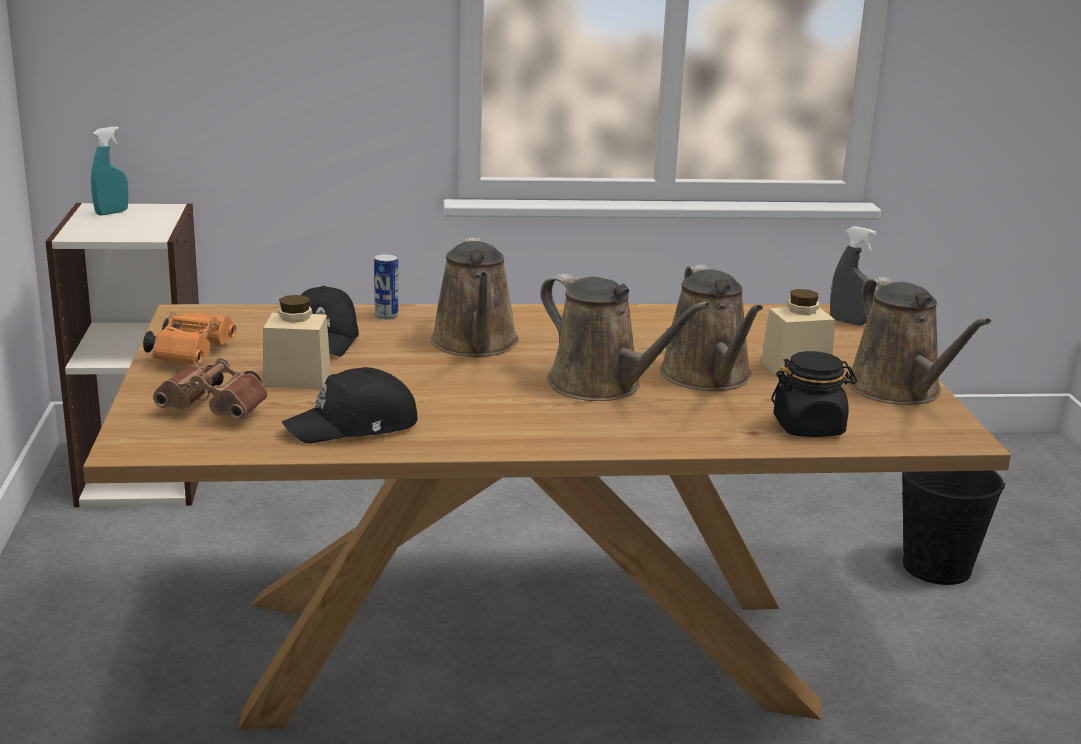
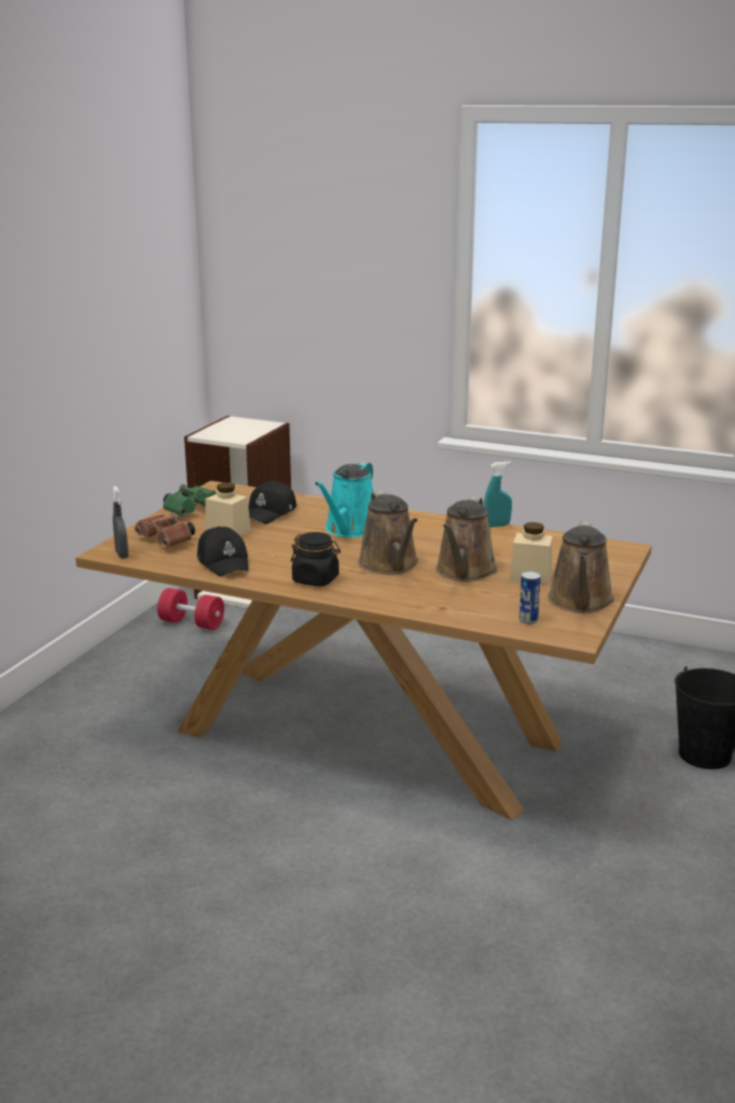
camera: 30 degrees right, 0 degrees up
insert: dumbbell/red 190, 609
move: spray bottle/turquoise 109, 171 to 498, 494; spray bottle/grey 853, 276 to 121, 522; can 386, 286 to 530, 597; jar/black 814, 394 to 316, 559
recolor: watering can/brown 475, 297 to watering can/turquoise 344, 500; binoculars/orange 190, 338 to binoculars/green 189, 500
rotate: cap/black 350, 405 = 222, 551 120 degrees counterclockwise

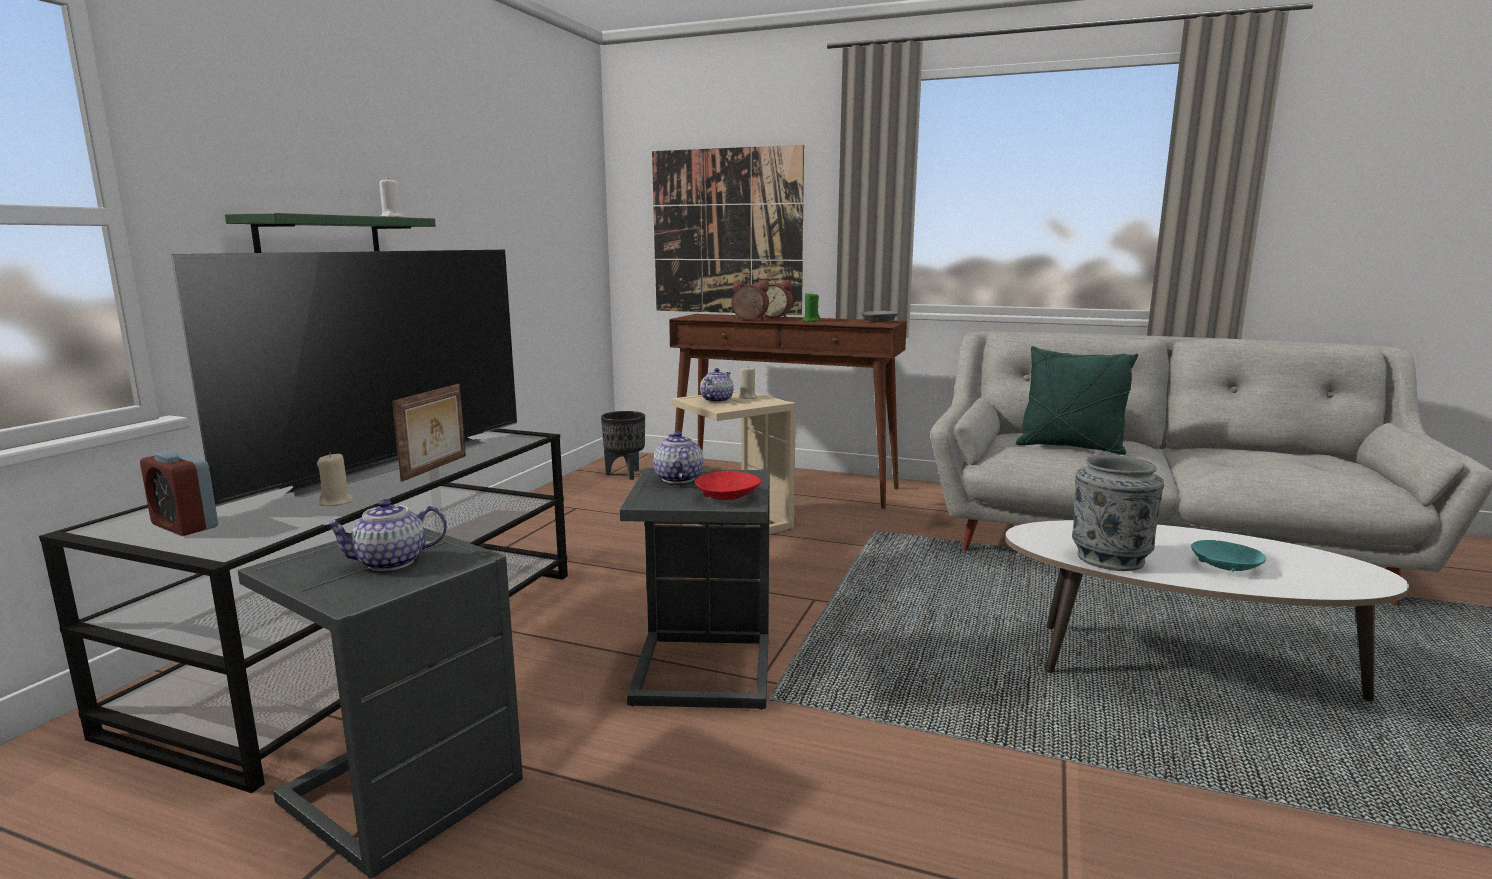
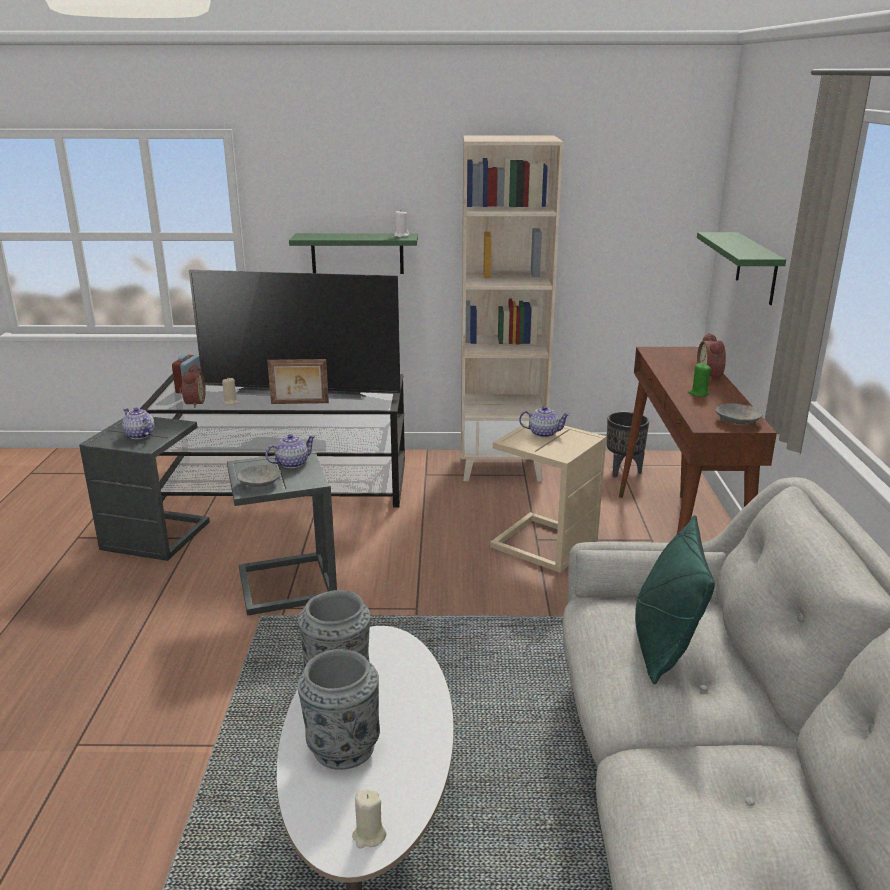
camera: 70 degrees right, 10 degrees up
insert: bookcase/beige 512, 308
move: alarm clock 750, 300 to 192, 386; candle/beige 748, 382 to 369, 819
replace: picture 728, 230 to shelf/green 741, 268; bowl/turquoise 1228, 556 to vase/grey 338, 709
recolor: bowl/red 728, 485 to bowl/grey 259, 476

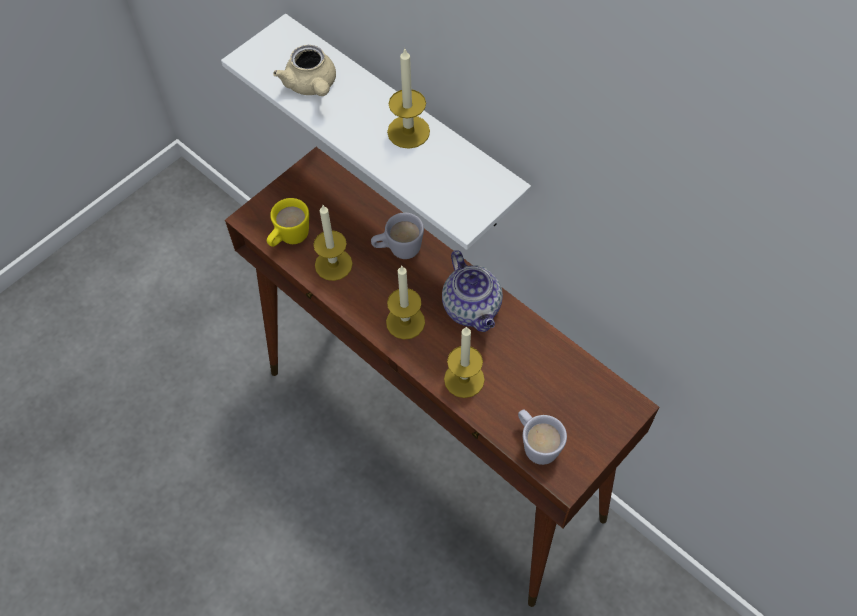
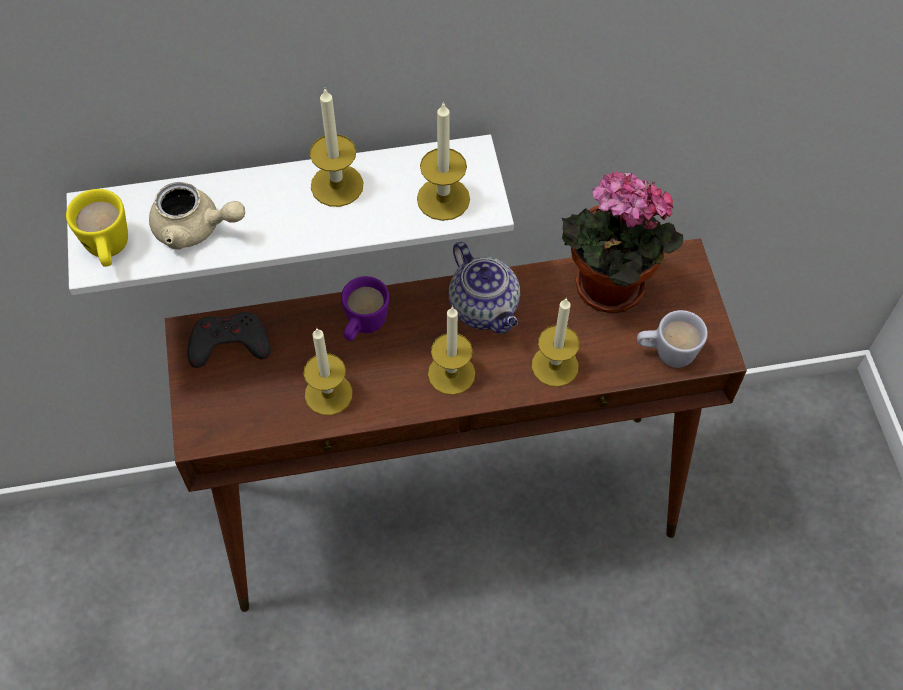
camera: 55 degrees left, 0 degrees up
insert: candle 443, 161; potted plant 622, 242; game controller/grey 229, 340
move: mug/yellow 288, 222 to 97, 228
recolor: mug/white 397, 235 to mug/purple 365, 308
rotate: teapot 472, 291 = 484, 288 45 degrees clockwise

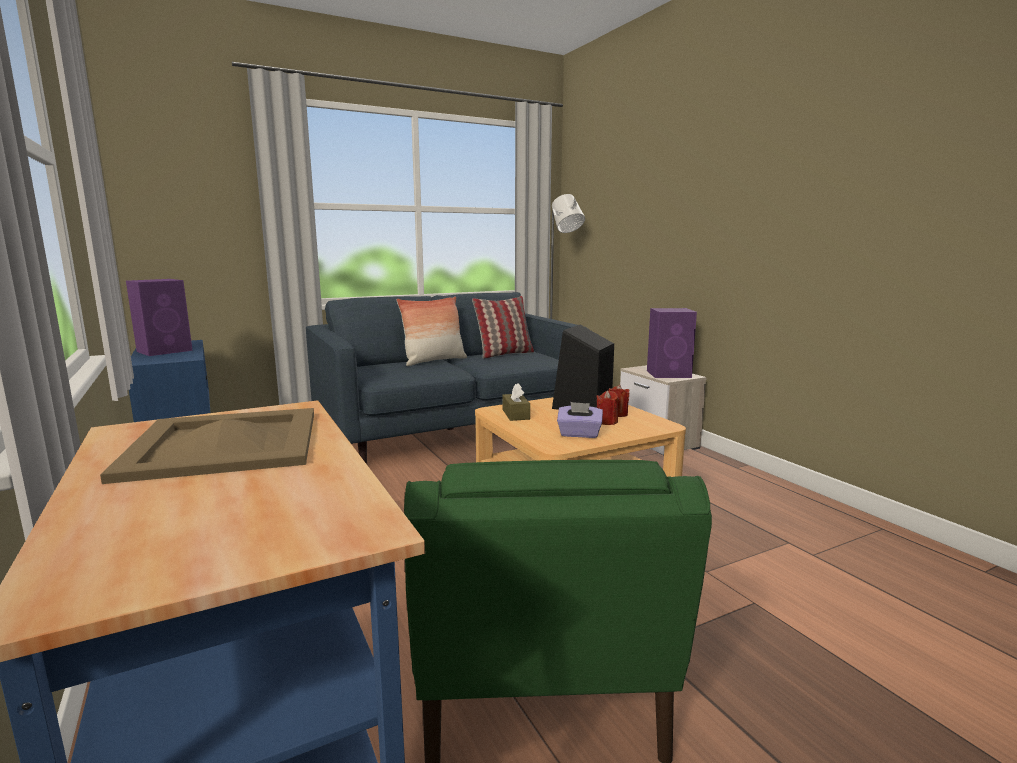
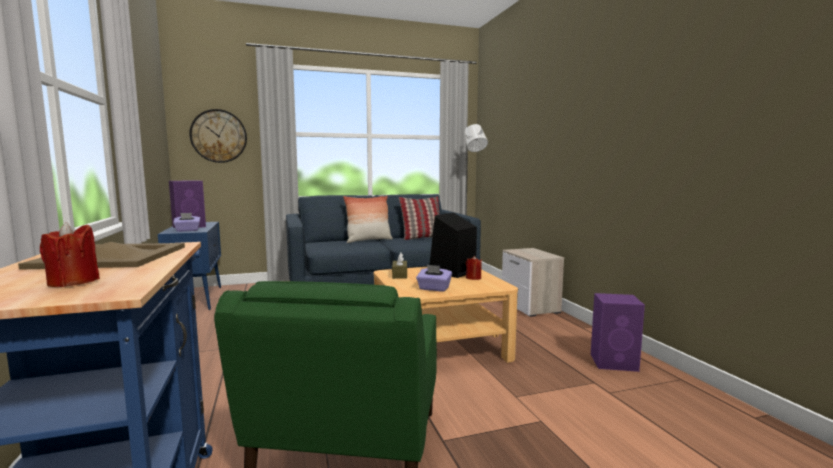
camera: 10 degrees right, 5 degrees down
insert: wall clock 218, 136; tissue box/purple 186, 222
move: speaker/purple 672, 343 to 618, 332; candle/red 607, 408 to 70, 254

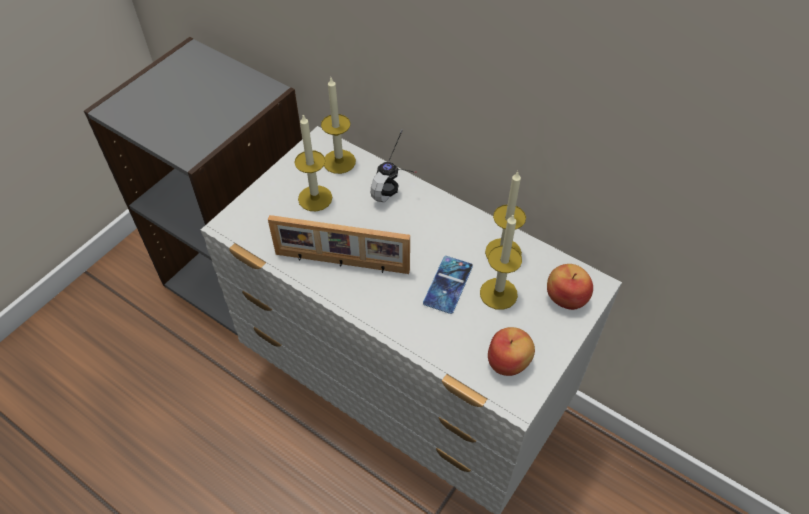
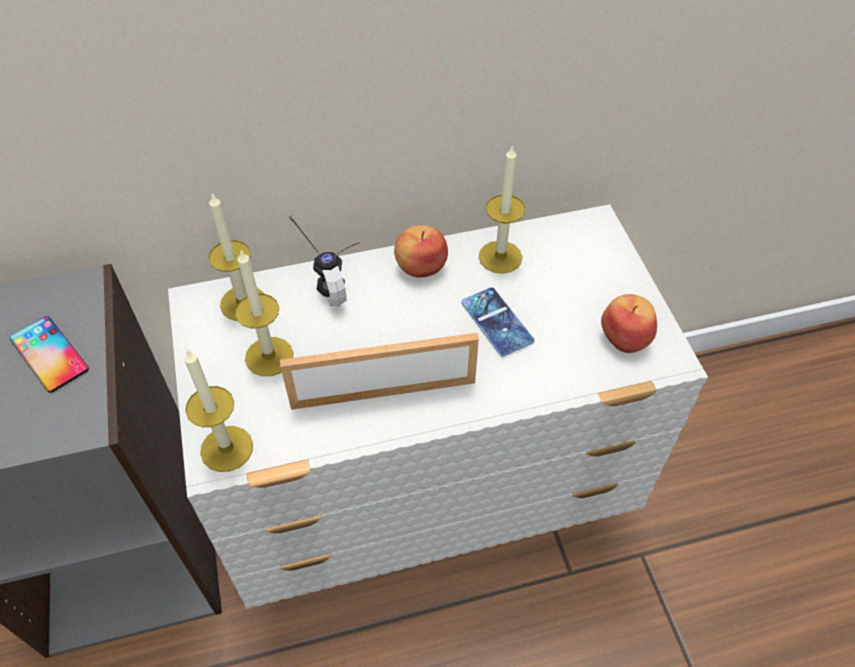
camera: 50 degrees left, 0 degrees up
insert: phone 49, 354
move: candle 501, 262 to 218, 410; apple 570, 287 to 421, 251
rotate: picture frame 339, 244 = 379, 371 150 degrees counterclockwise

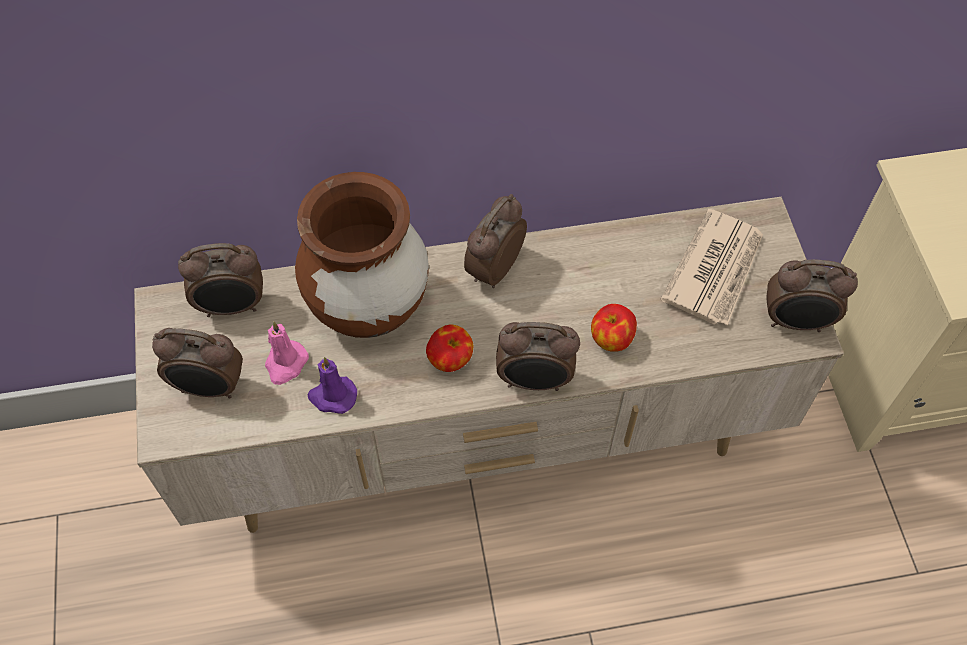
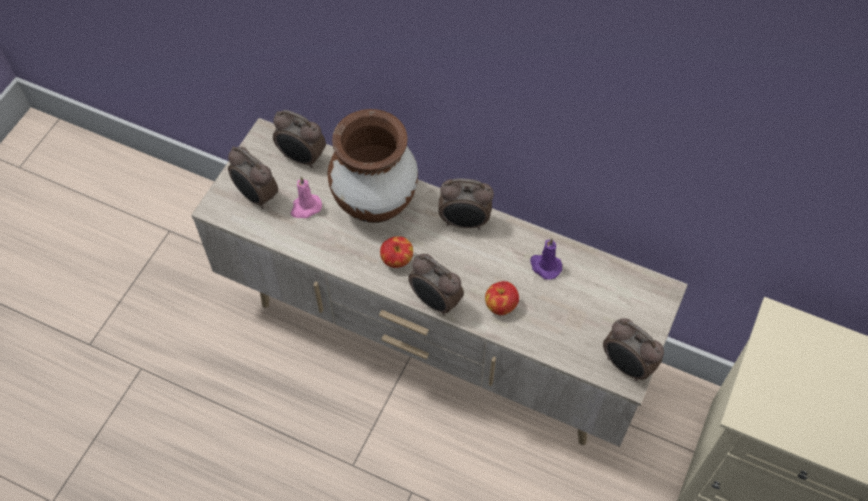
camera: 35 degrees right, 0 degrees up
delete: newspaper 711, 267
move: candle/purple 332, 385 to 546, 259
rotate: alarm clock 495, 241 = 466, 203 150 degrees counterclockwise

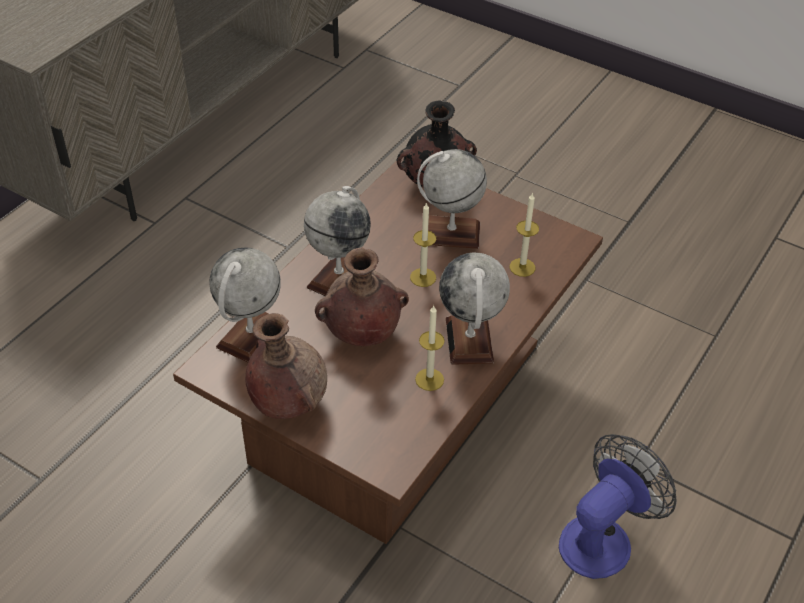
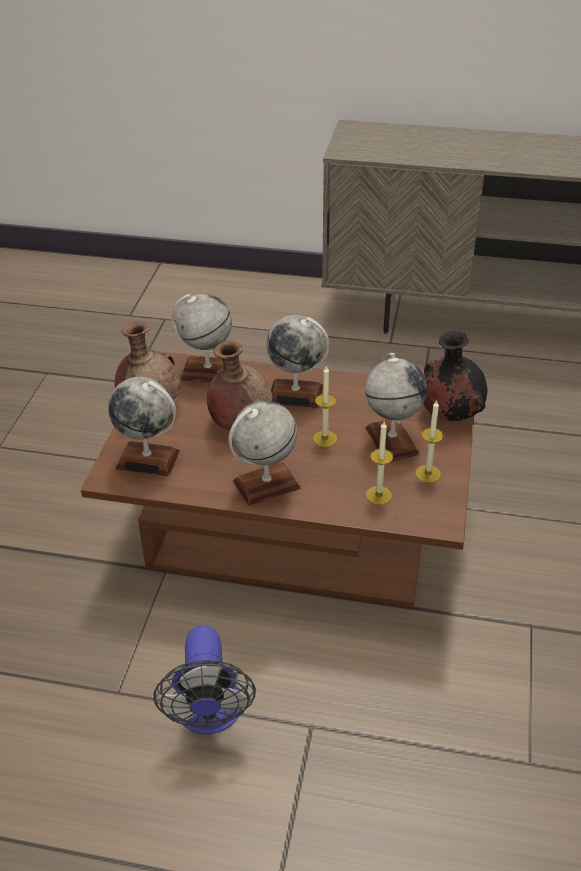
camera: 70 degrees right, 5 degrees down
insert: globe 144, 426
move: candle 430, 348 to 429, 441
rotate: fan 618, 506 = 205, 680 60 degrees clockwise

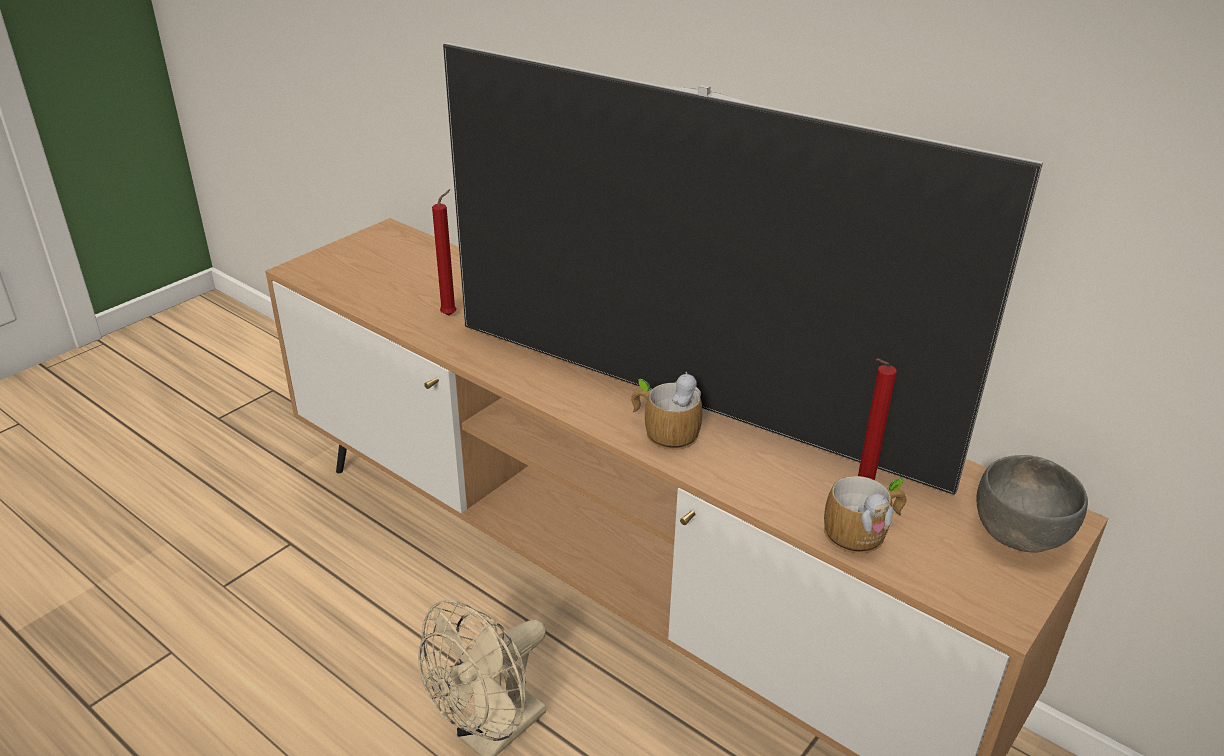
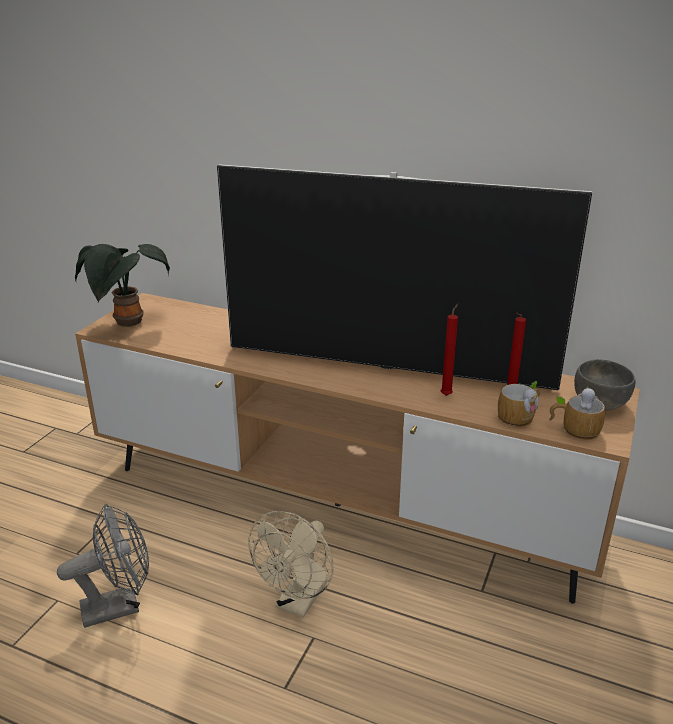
camera: 15 degrees left, 5 degrees down
insert: potted plant 122, 285; fan/grey 103, 566
move: candle/red 444, 252 to 449, 349; mug 666, 411 to 577, 413

